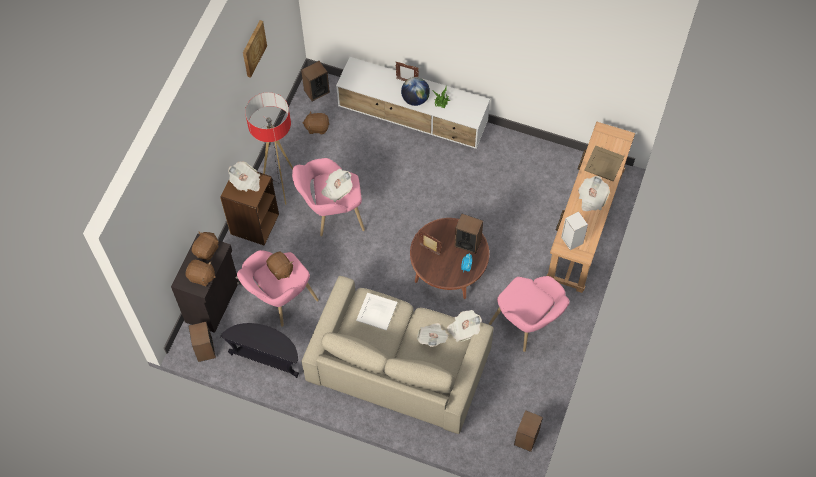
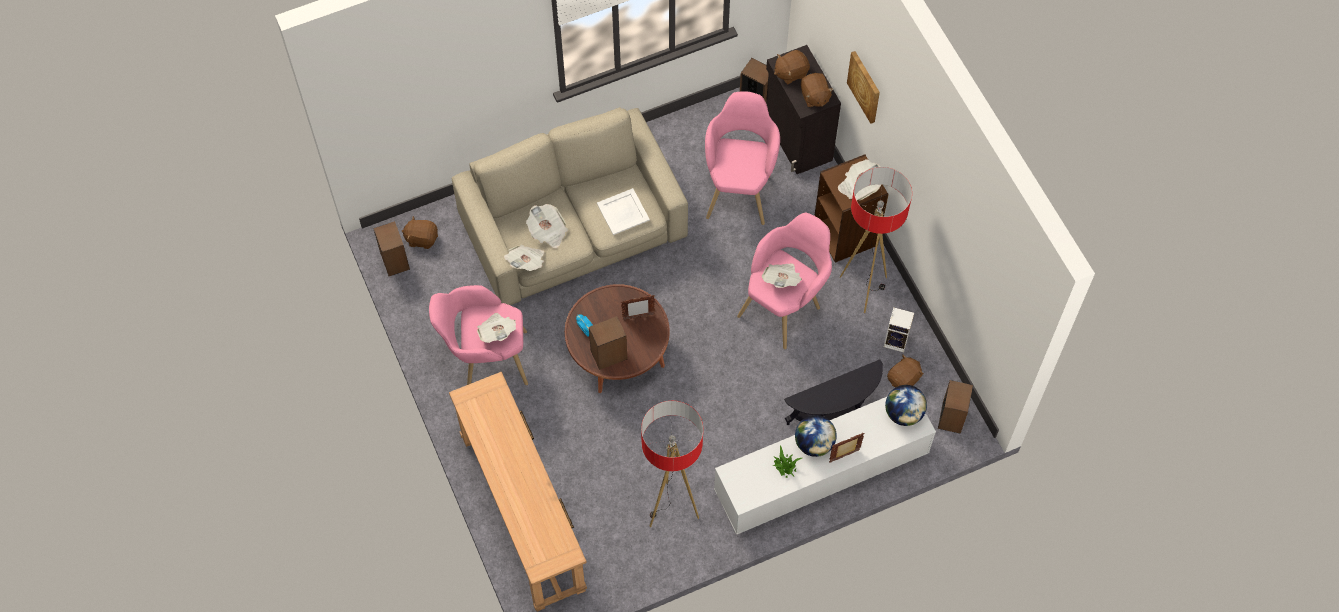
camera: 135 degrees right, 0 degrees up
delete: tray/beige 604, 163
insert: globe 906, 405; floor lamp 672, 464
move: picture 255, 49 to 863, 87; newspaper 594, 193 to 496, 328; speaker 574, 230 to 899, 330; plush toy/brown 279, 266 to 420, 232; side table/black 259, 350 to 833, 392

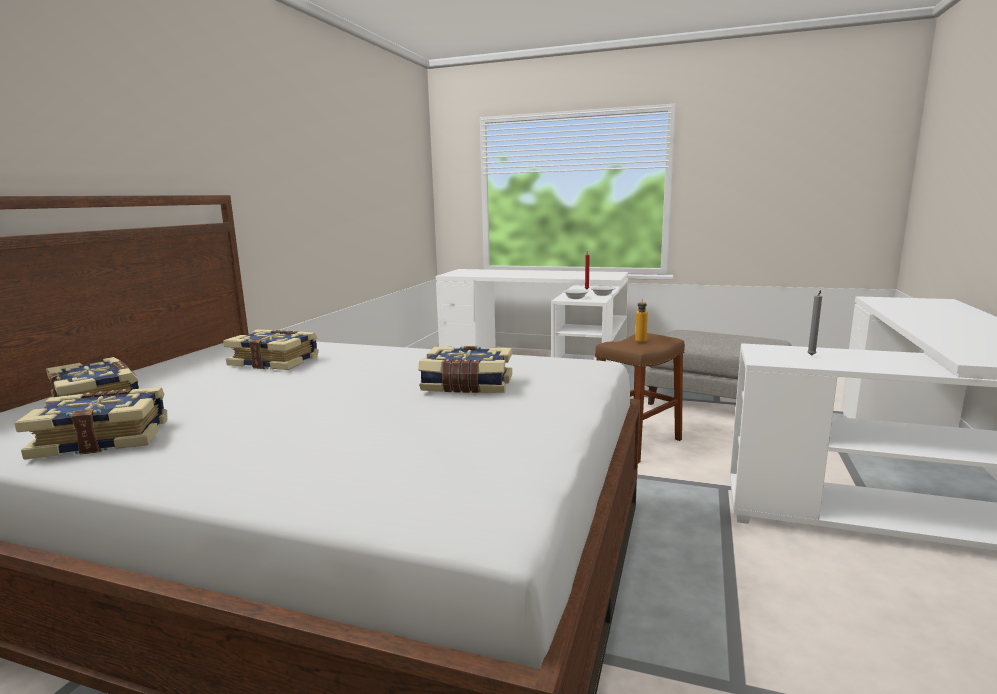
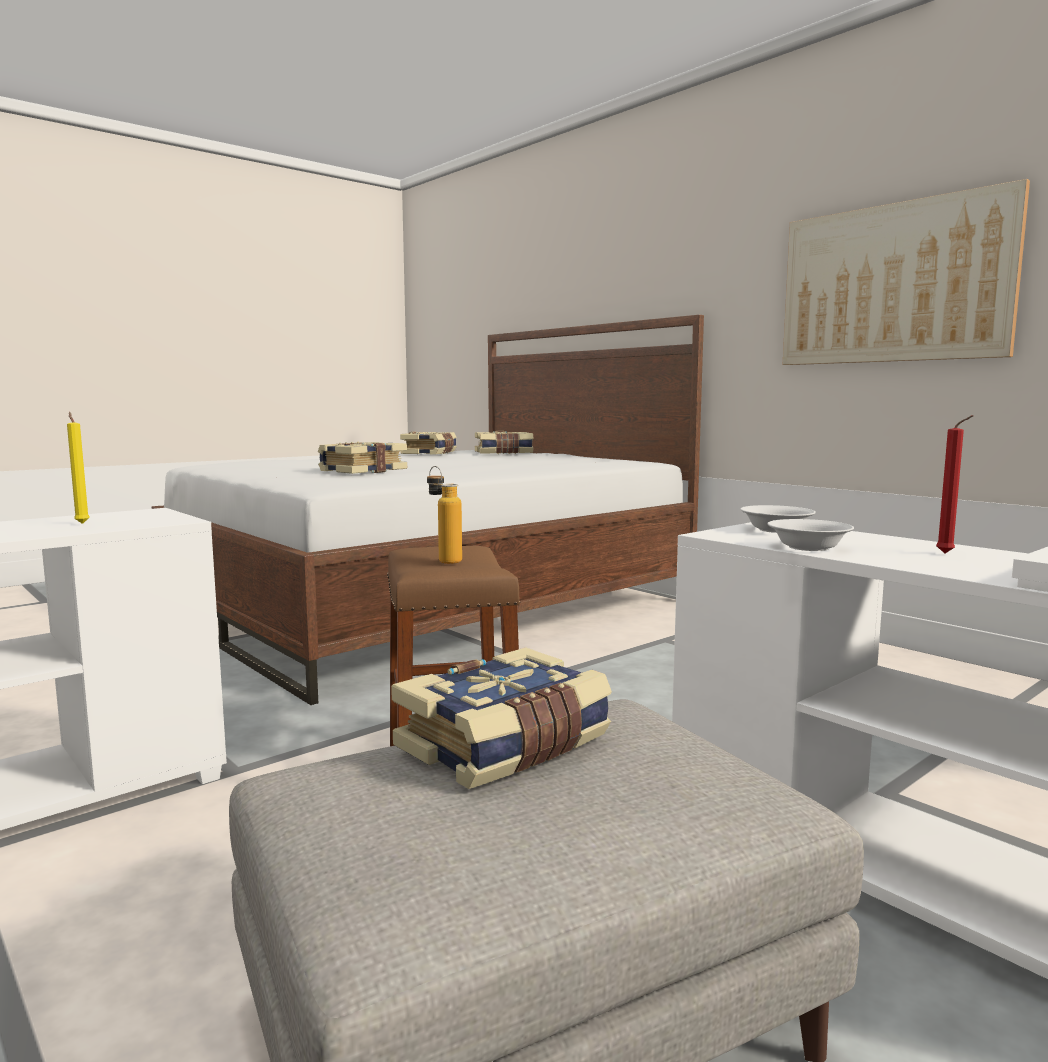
camera: 120 degrees right, 5 degrees down
insert: picture 906, 272
move: book 271, 350 to 501, 718
recolor: candle/grey 814, 323 to candle/yellow 78, 468

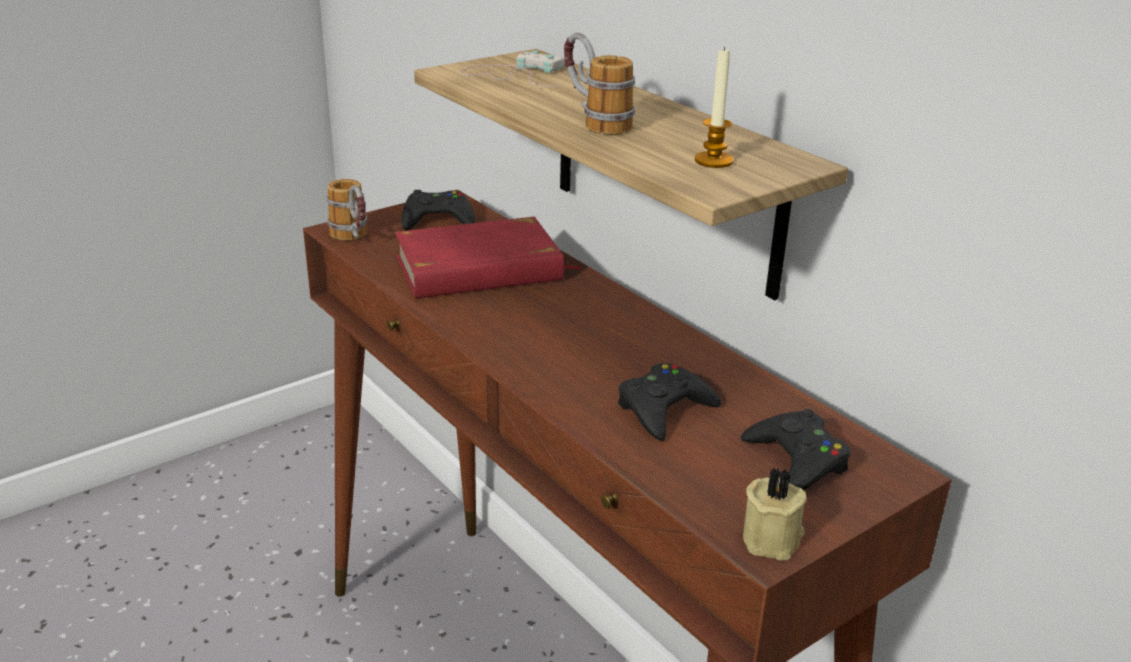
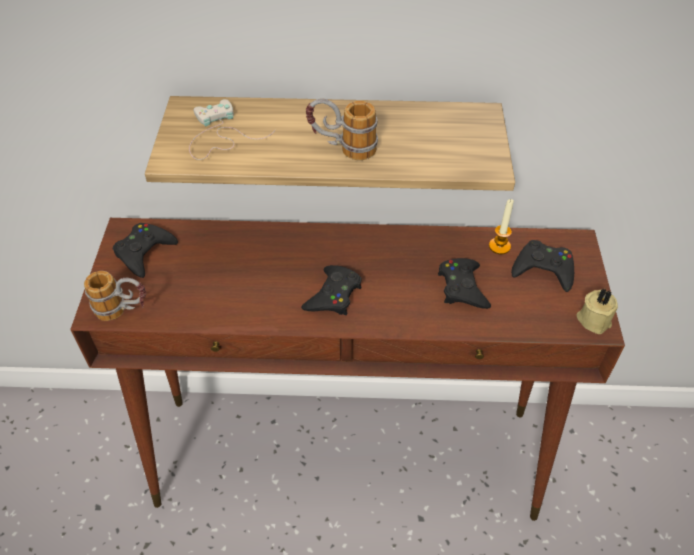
camera: 50 degrees left, 20 degrees up
delete: book/red 488, 258
insert: game controller/black 331, 290
move: candle 714, 107 to 501, 226

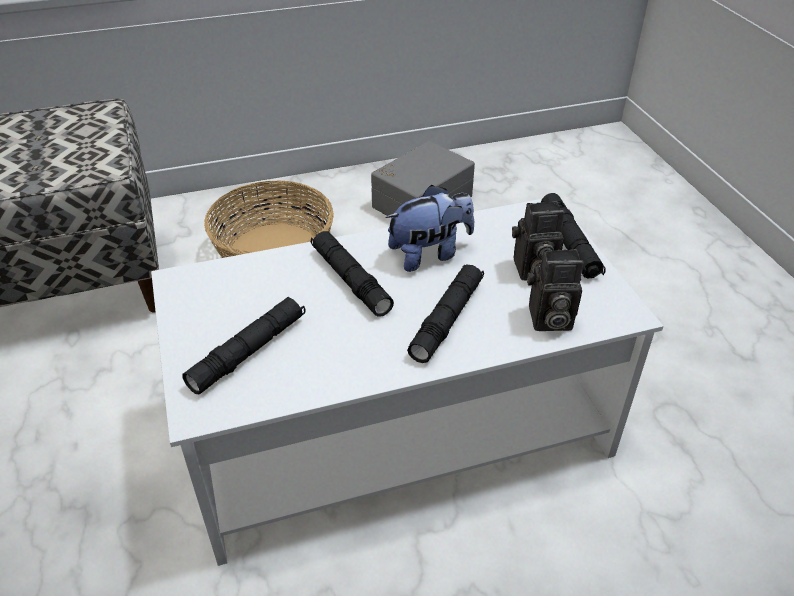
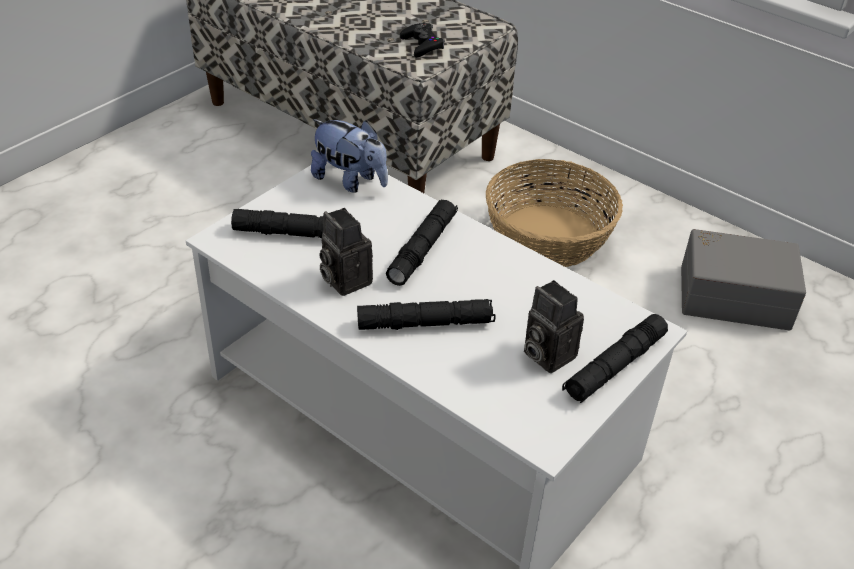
camera: 55 degrees right, 0 degrees up
insert: game controller/black 422, 40
move: plush toy 429, 228 to 349, 156; photo camera 555, 290 to 346, 252

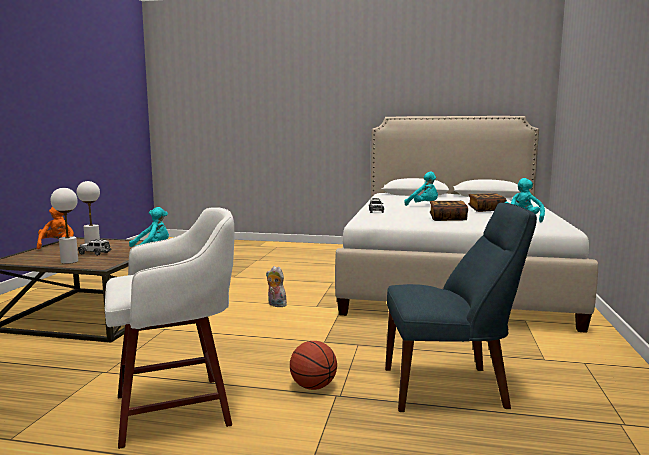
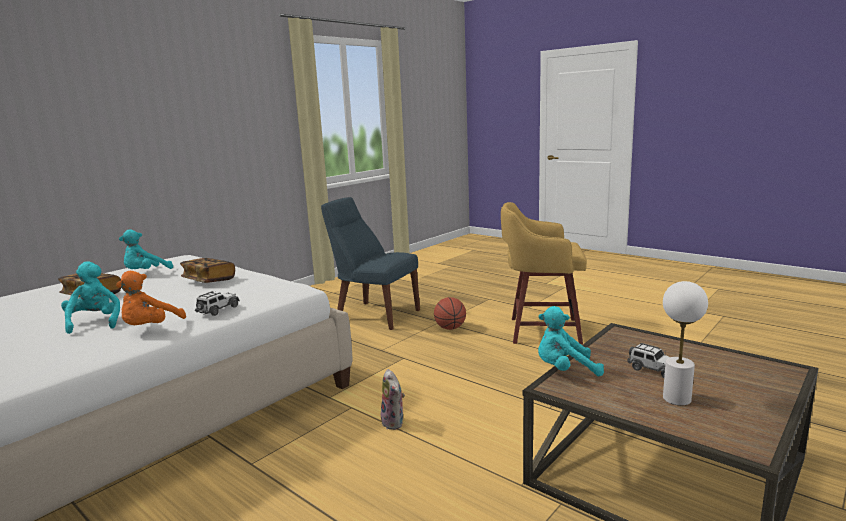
camera: 150 degrees left, 5 degrees up
delete: table lamp/white 64, 226
move: plush toy/orange 55, 228 to 151, 298
recolor: stool/white 169, 328 to stool/yellow 544, 273

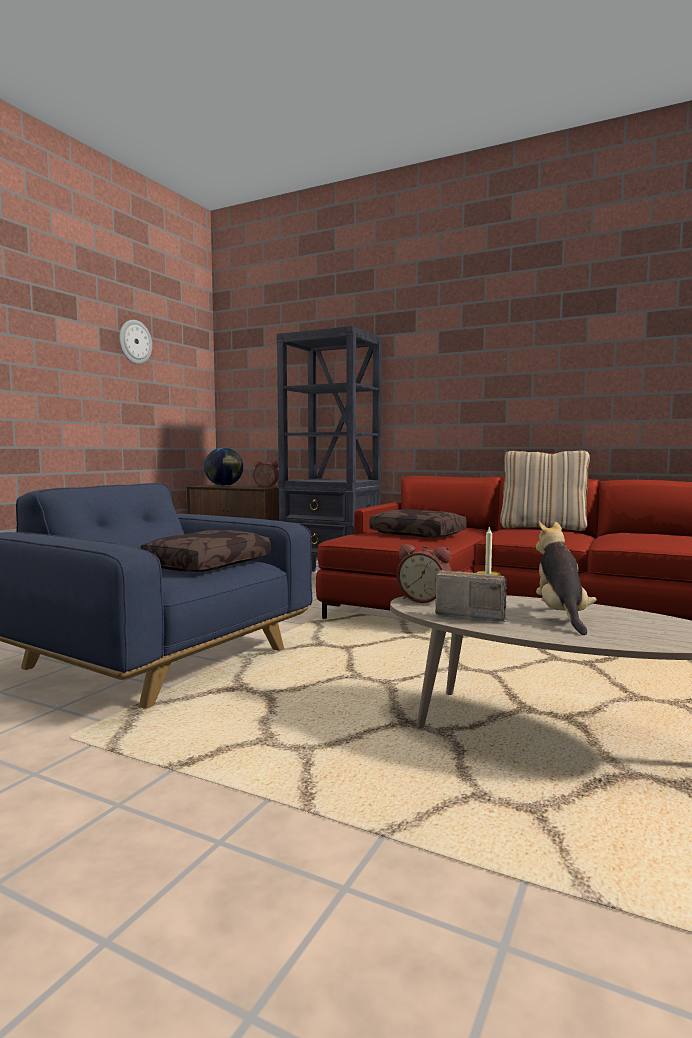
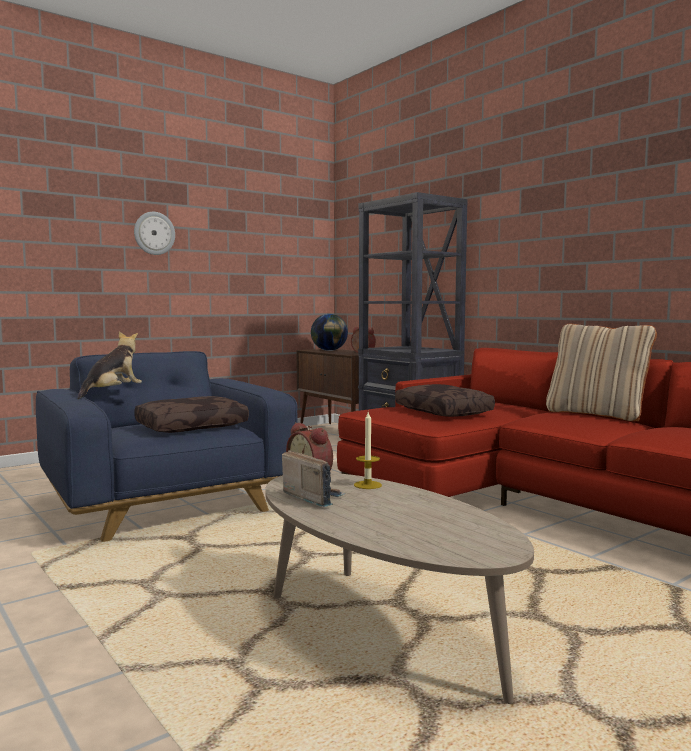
camera: 25 degrees right, 0 degrees up
move: wall clock 135, 342 to 154, 233; plush toy 566, 578 to 109, 365

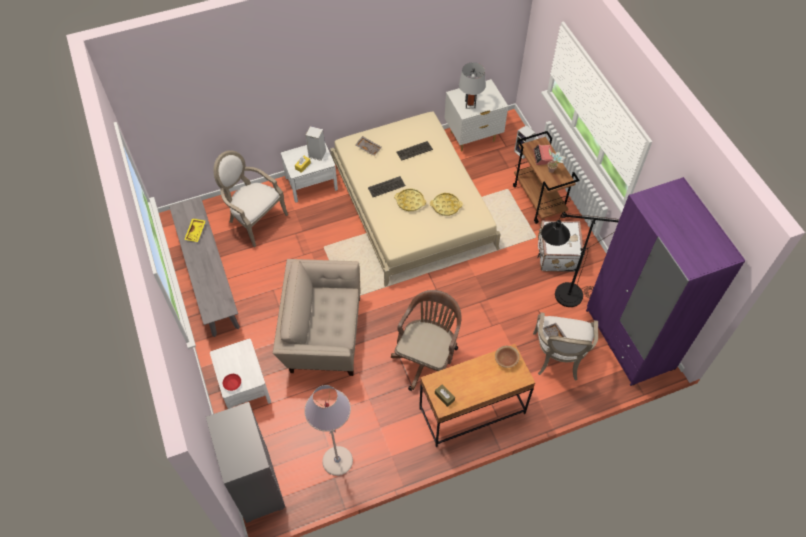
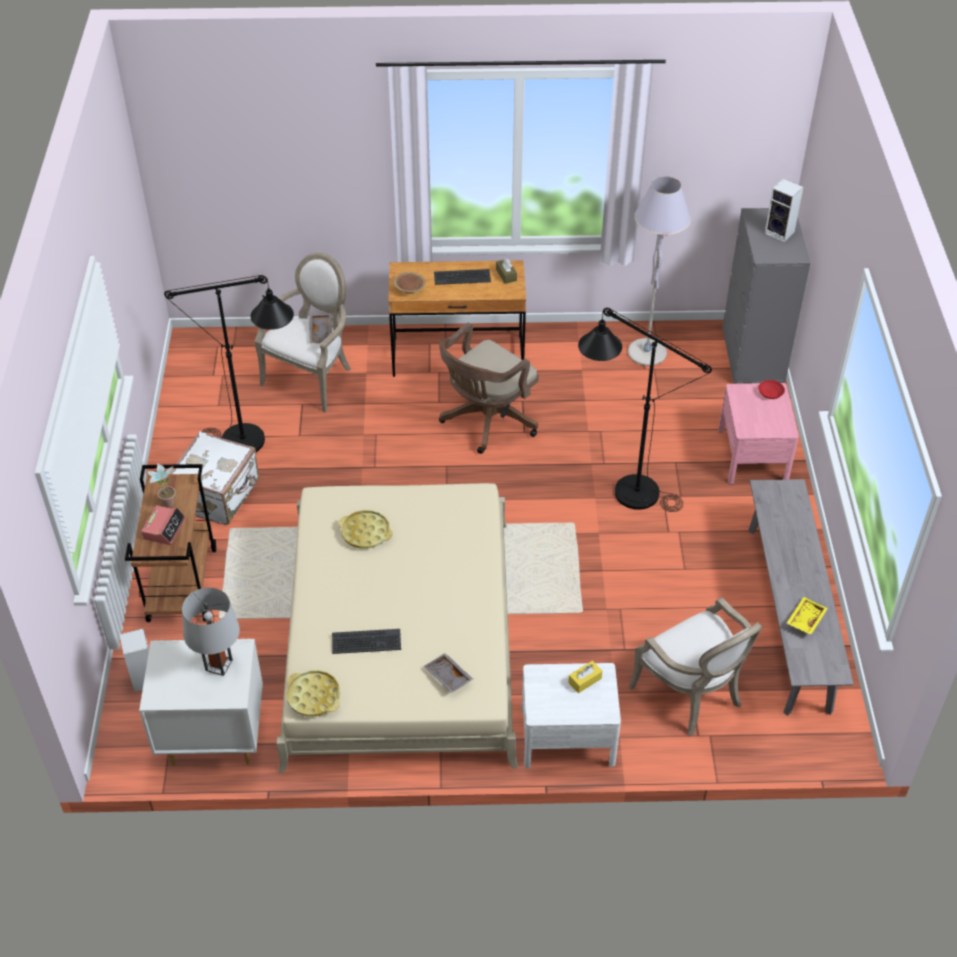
camera: 160 degrees left, 10 degrees down
delete: wardrobe/purple 666, 281
move: speaker 315, 143 to 784, 210; keyboard 386, 186 to 462, 277; tray/yellow 410, 200 to 313, 693
replace: armchair/beige 316, 317 to floor lamp/black 645, 410
recolor: nightstand/white 240, 374 to nightstand/pink 758, 433

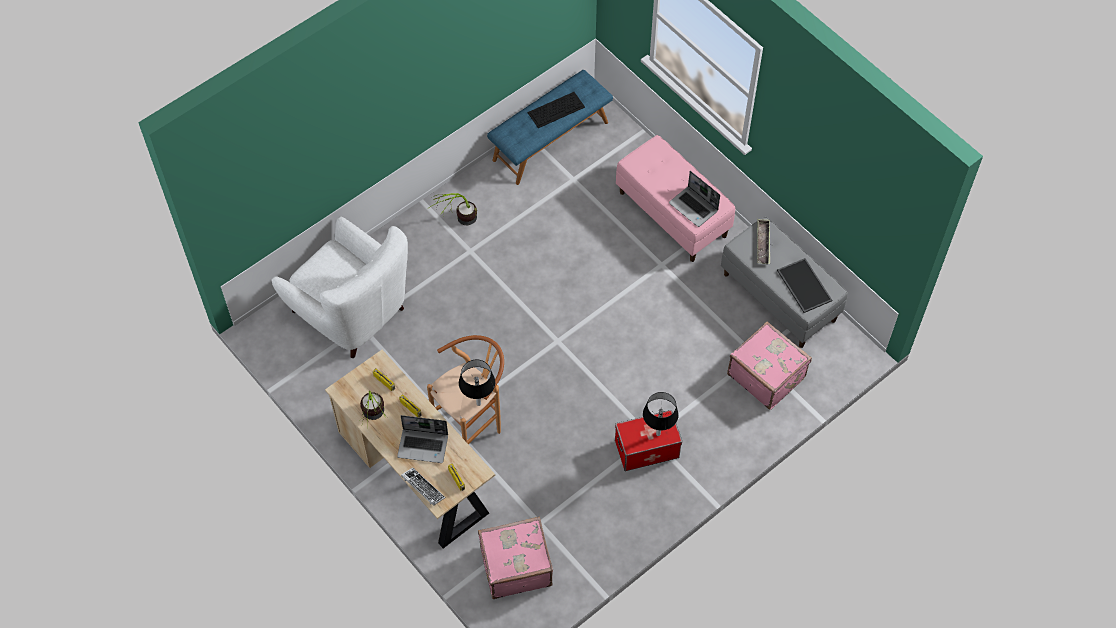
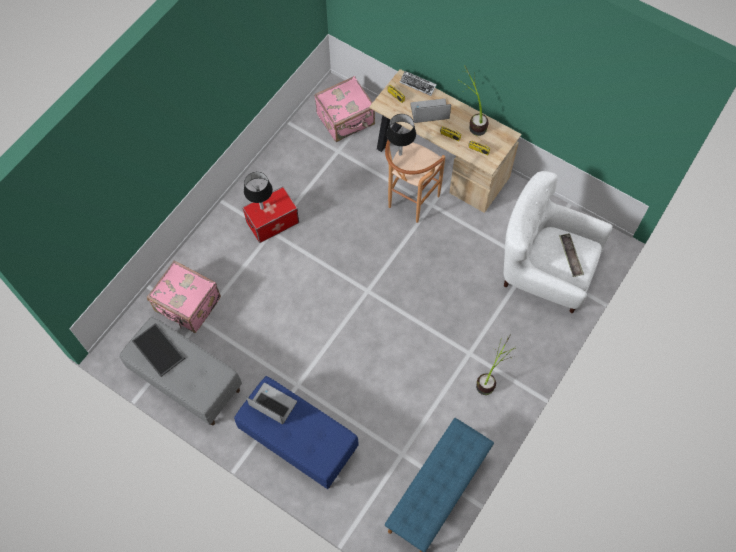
camera: 165 degrees right, 5 degrees up
delete: keyboard 556, 110
move: tray 763, 241 to 571, 255
recolor: bench/pink 675, 198 to bench/blue 296, 432

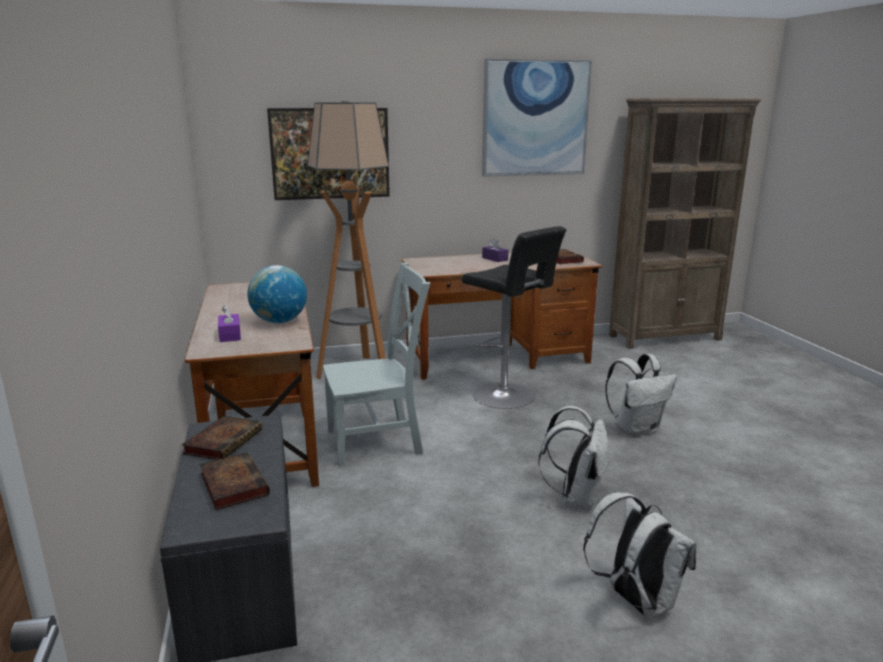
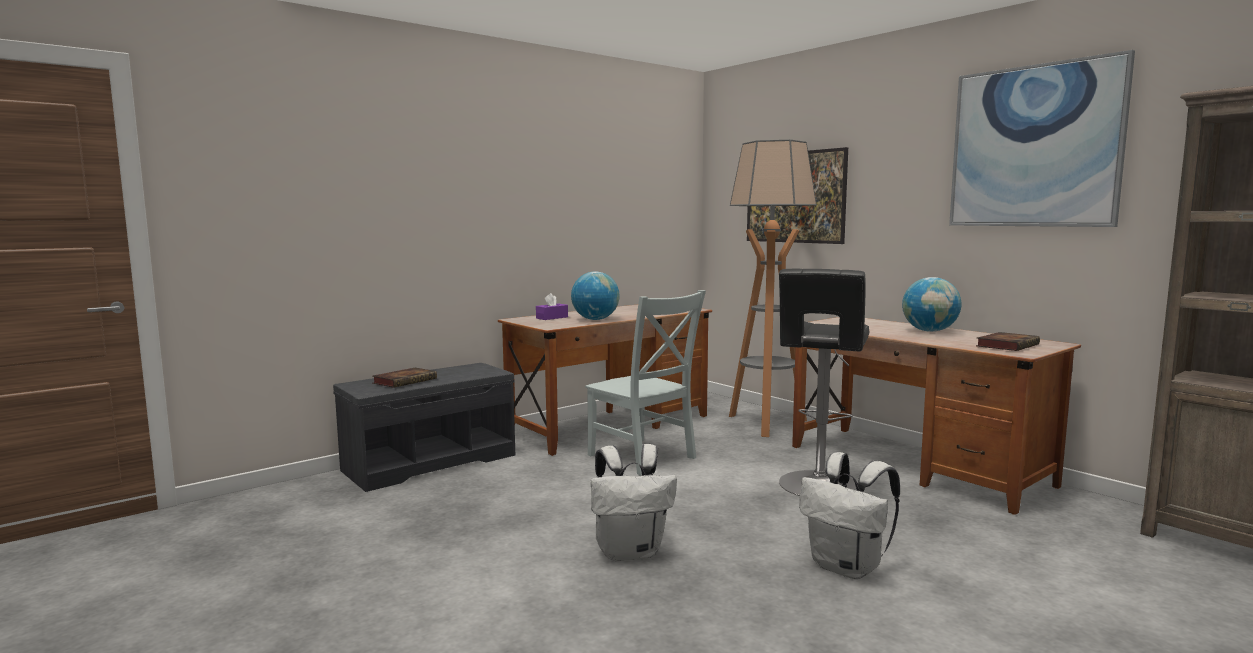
camera: 65 degrees right, 10 degrees down
delete: book 221, 438; backpack/white 640, 555
replace: tissue box/purple 495, 250 to globe 931, 304

